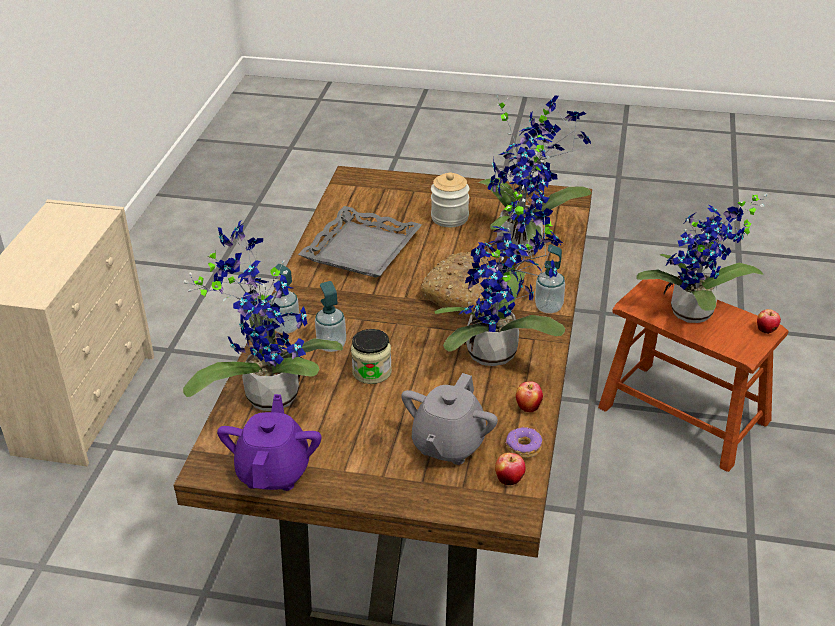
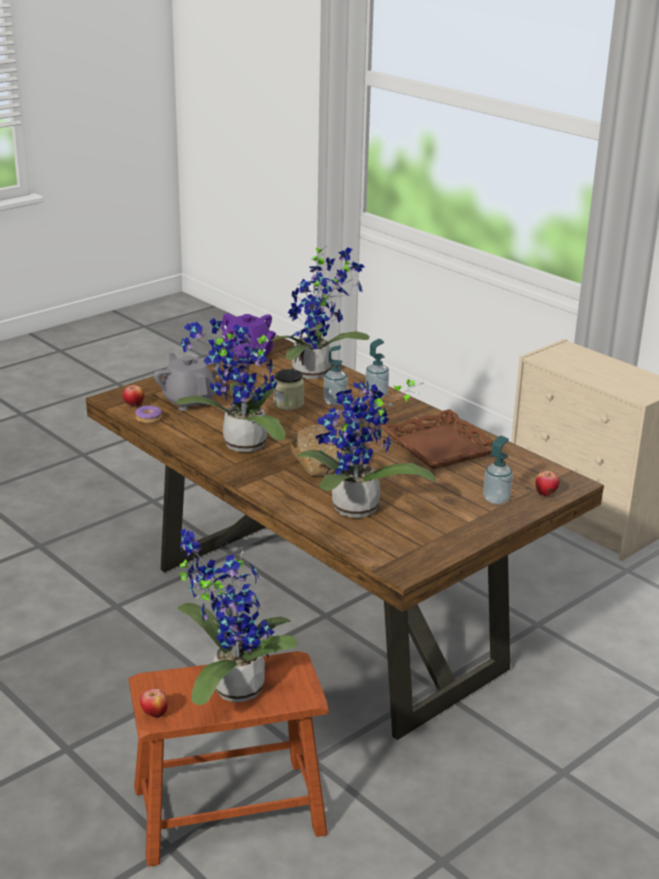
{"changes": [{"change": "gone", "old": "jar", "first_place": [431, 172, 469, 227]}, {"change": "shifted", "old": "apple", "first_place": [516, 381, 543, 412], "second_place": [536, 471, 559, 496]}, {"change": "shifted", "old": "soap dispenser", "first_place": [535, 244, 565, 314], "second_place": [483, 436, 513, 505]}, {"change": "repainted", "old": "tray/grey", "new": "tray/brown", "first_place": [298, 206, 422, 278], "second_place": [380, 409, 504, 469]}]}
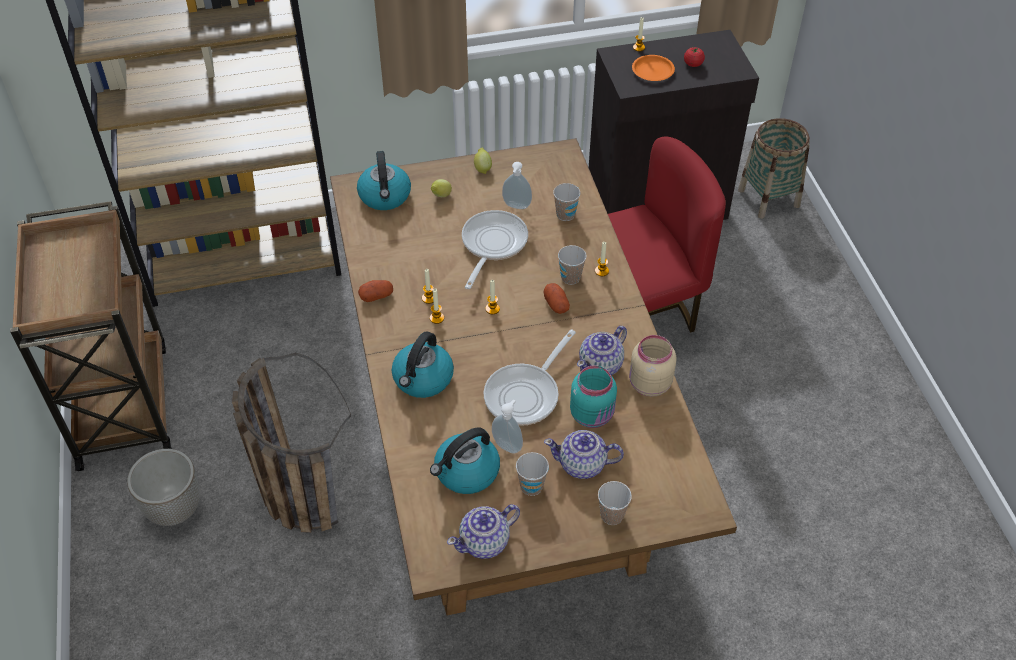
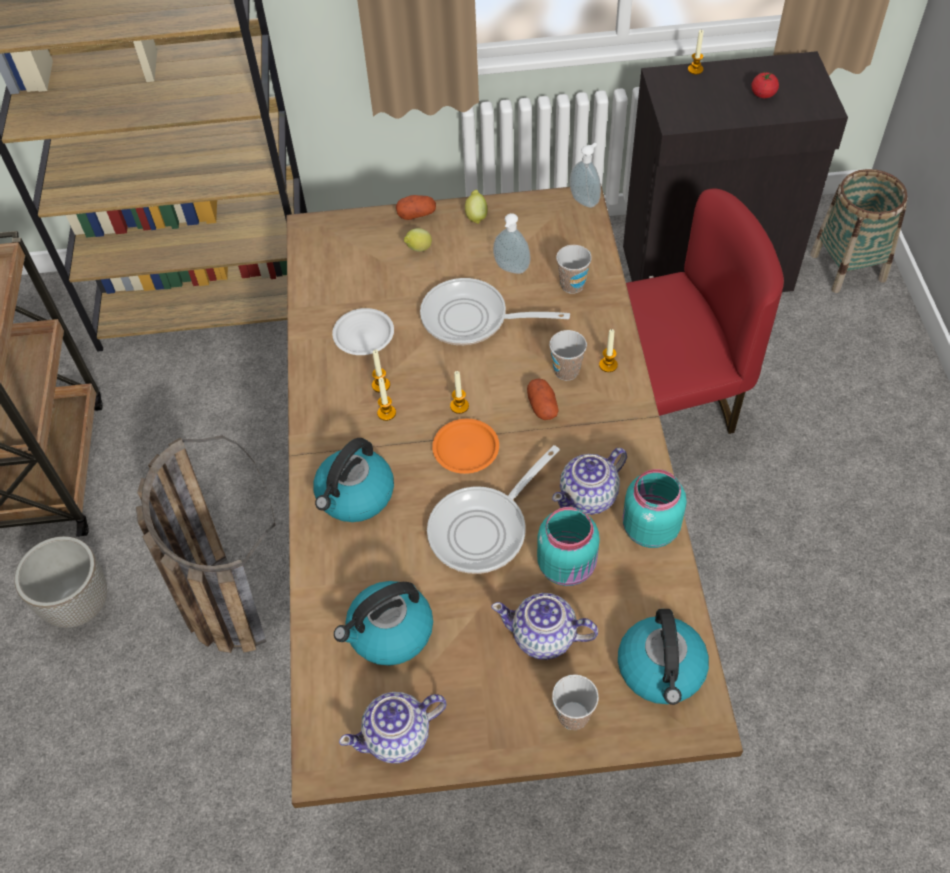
{"changes": [{"change": "gone", "old": "cup", "first_place": [516, 452, 549, 496]}, {"change": "new", "new": "plate/white", "second_place": [332, 308, 394, 355]}, {"change": "shifted", "old": "kettle", "first_place": [357, 151, 411, 210], "second_place": [618, 609, 709, 705]}, {"change": "shifted", "old": "potato", "first_place": [358, 280, 393, 302], "second_place": [396, 195, 436, 220]}, {"change": "shifted", "old": "soap dispenser", "first_place": [492, 399, 523, 454], "second_place": [570, 143, 601, 208]}, {"change": "shifted", "old": "plate/orange", "first_place": [632, 55, 675, 81], "second_place": [432, 419, 499, 474]}, {"change": "repainted", "old": "jar/beige", "new": "jar/turquoise", "first_place": [629, 335, 677, 397], "second_place": [623, 469, 687, 548]}, {"change": "rotated", "old": "frying pan", "first_place": [462, 210, 528, 289], "second_place": [420, 278, 570, 345], "degrees": -105}]}
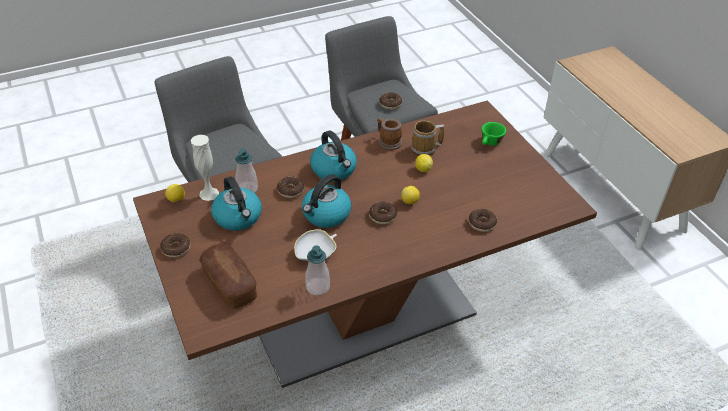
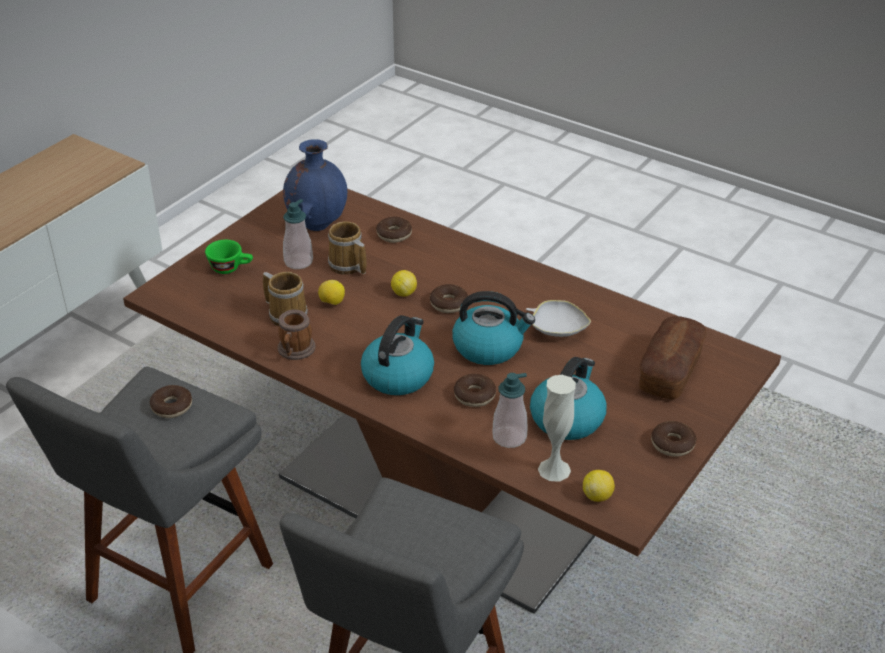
{"changes": [{"change": "new", "new": "vase/blue", "second_place": [283, 139, 347, 231]}, {"change": "new", "new": "mug", "second_place": [328, 221, 367, 275]}, {"change": "shifted", "old": "soap dispenser", "first_place": [305, 245, 330, 295], "second_place": [283, 199, 313, 269]}]}
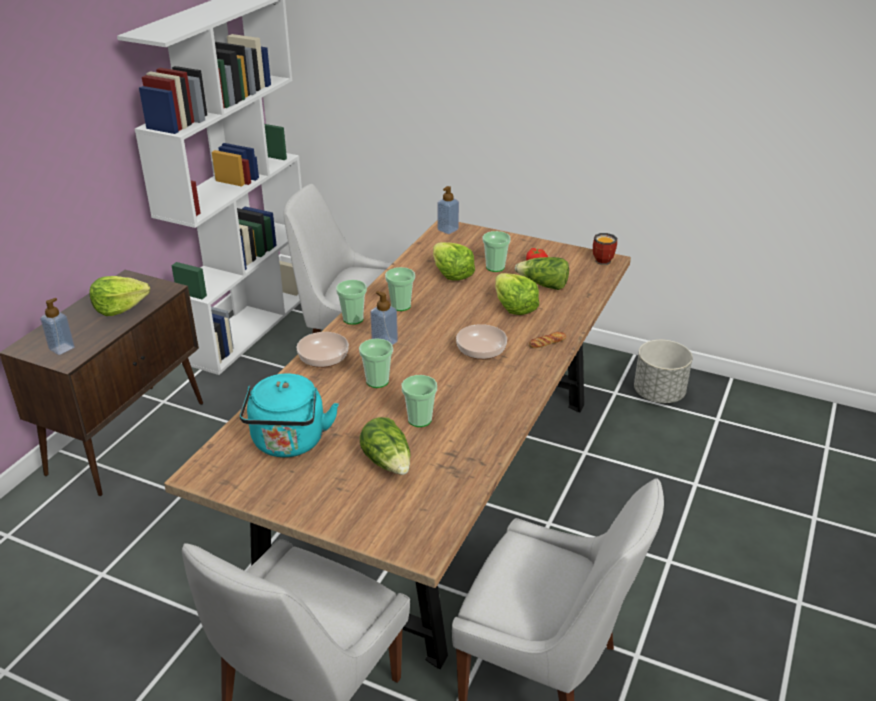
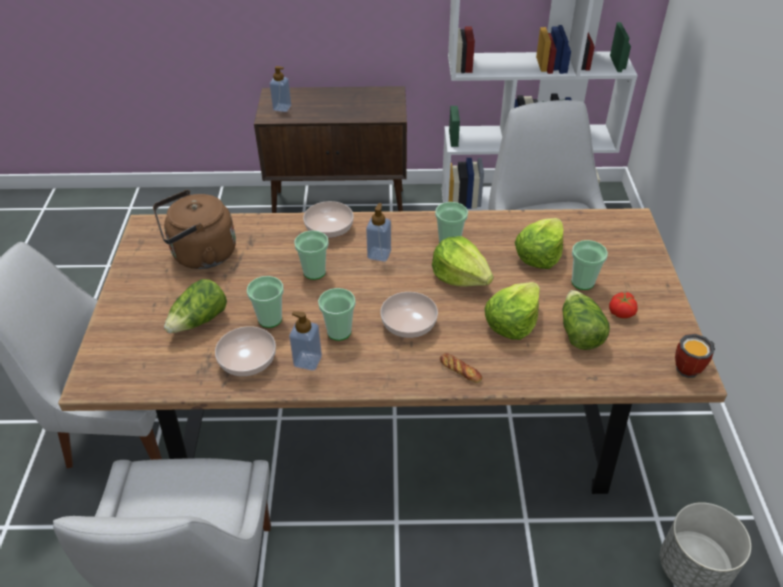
{"changes": [{"change": "new", "new": "bowl", "second_place": [215, 326, 276, 376]}, {"change": "shifted", "old": "lettuce", "first_place": [89, 276, 150, 316], "second_place": [432, 236, 494, 287]}, {"change": "shifted", "old": "cup", "first_place": [336, 280, 367, 325], "second_place": [318, 288, 356, 341]}, {"change": "shifted", "old": "soap dispenser", "first_place": [437, 186, 459, 234], "second_place": [289, 311, 322, 371]}, {"change": "repainted", "old": "kettle/turquoise", "new": "kettle/brown", "first_place": [240, 373, 339, 457], "second_place": [153, 190, 236, 269]}]}
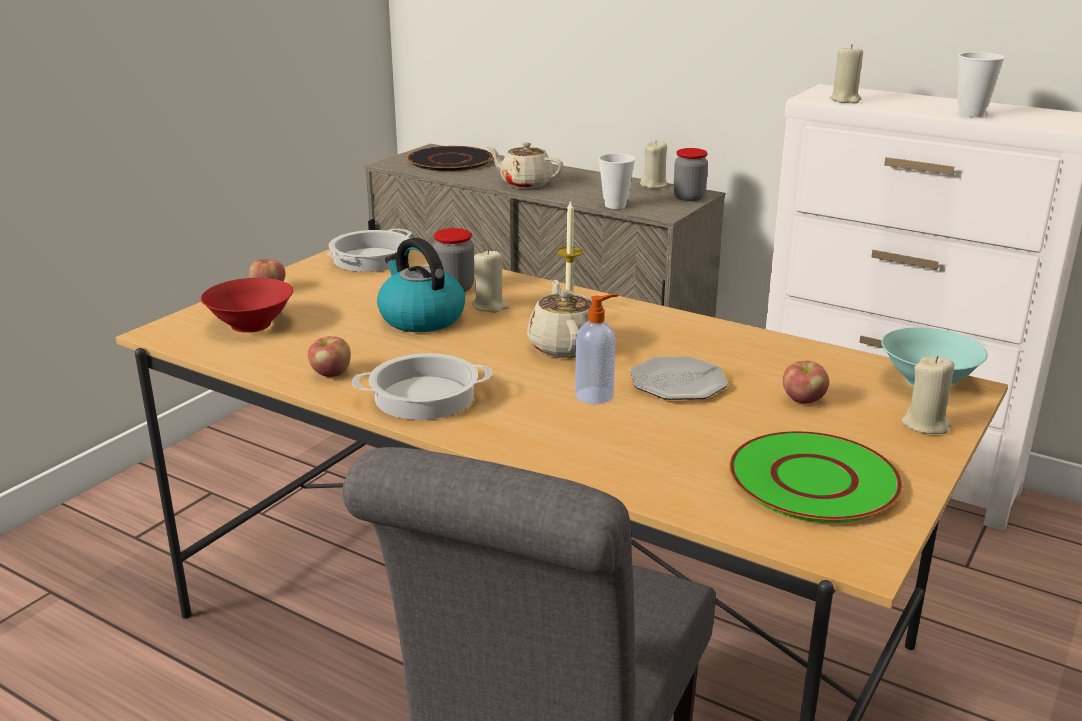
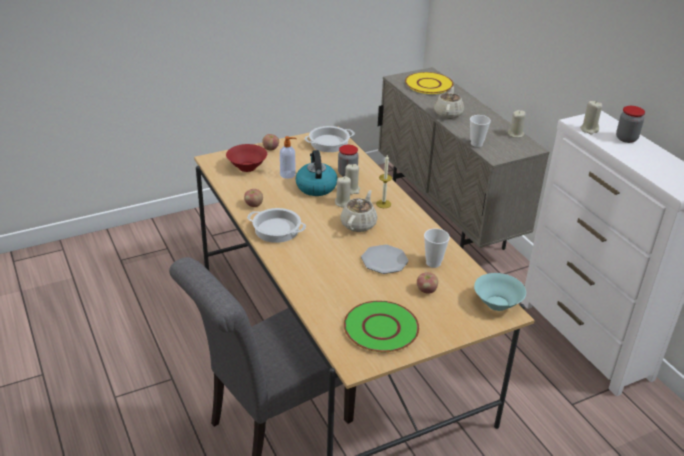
{"changes": [{"change": "shifted", "old": "soap dispenser", "first_place": [575, 294, 618, 404], "second_place": [280, 136, 297, 179]}, {"change": "shifted", "old": "jar", "first_place": [673, 148, 708, 201], "second_place": [616, 106, 645, 143]}, {"change": "shifted", "old": "candle/beige", "first_place": [902, 356, 954, 434], "second_place": [335, 176, 351, 208]}, {"change": "shifted", "old": "cup", "first_place": [958, 52, 1005, 117], "second_place": [424, 228, 450, 268]}, {"change": "repainted", "old": "plate/black", "new": "plate/yellow", "first_place": [407, 146, 493, 171], "second_place": [405, 72, 453, 94]}, {"change": "rotated", "old": "teapot/beige", "first_place": [487, 142, 563, 189], "second_place": [434, 87, 464, 119], "degrees": 45}]}
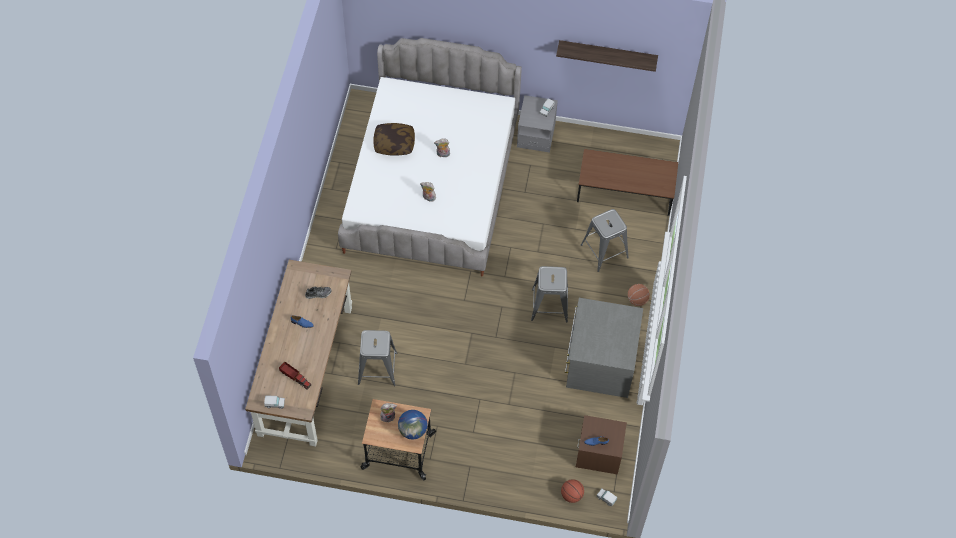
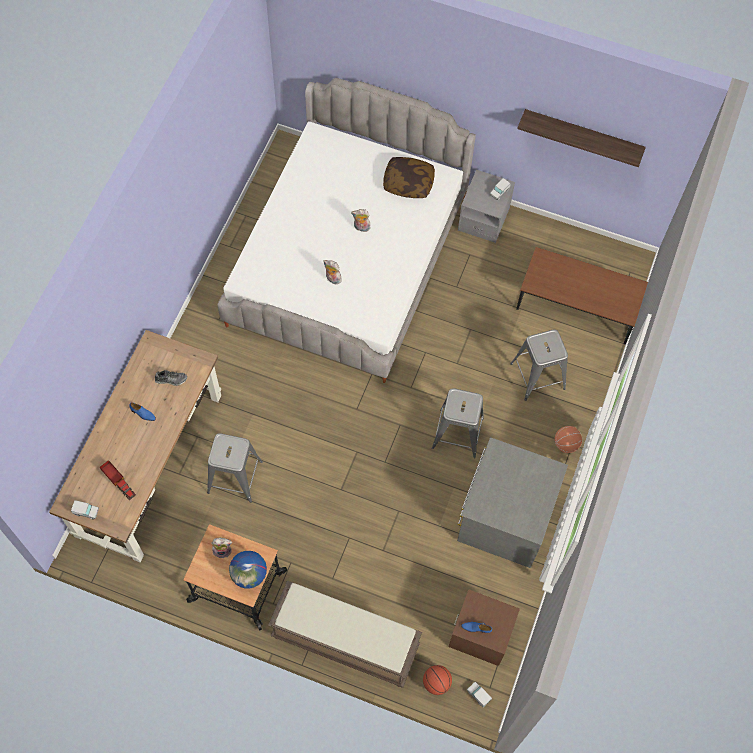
{"changes": [{"change": "new", "new": "bench/brown", "second_place": [268, 580, 422, 688]}, {"change": "shifted", "old": "pillow", "first_place": [373, 123, 415, 156], "second_place": [383, 157, 435, 198]}]}
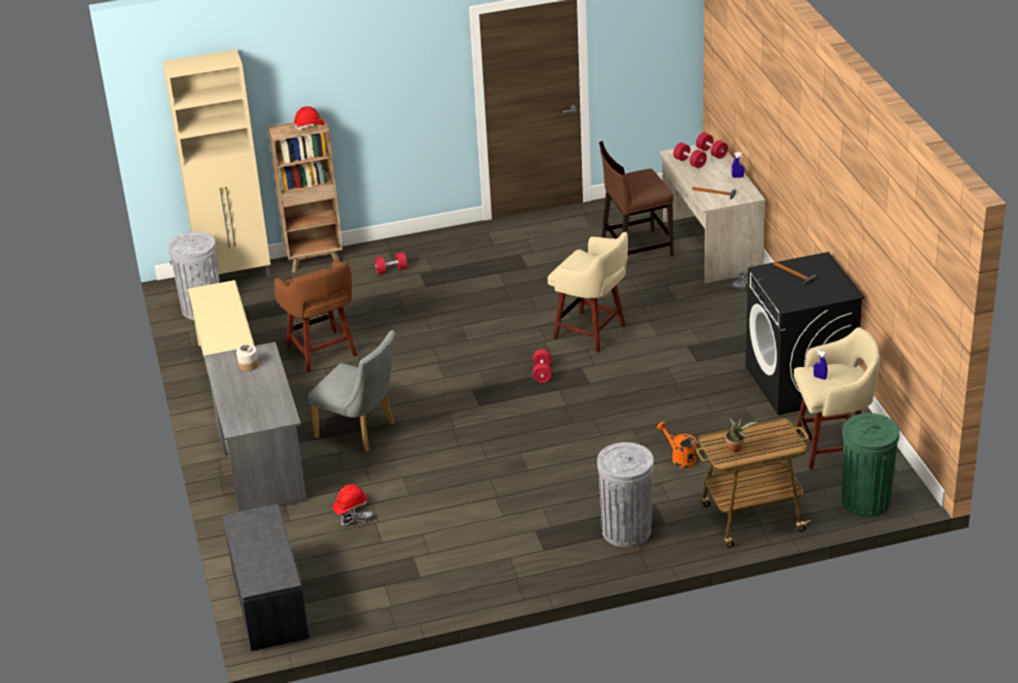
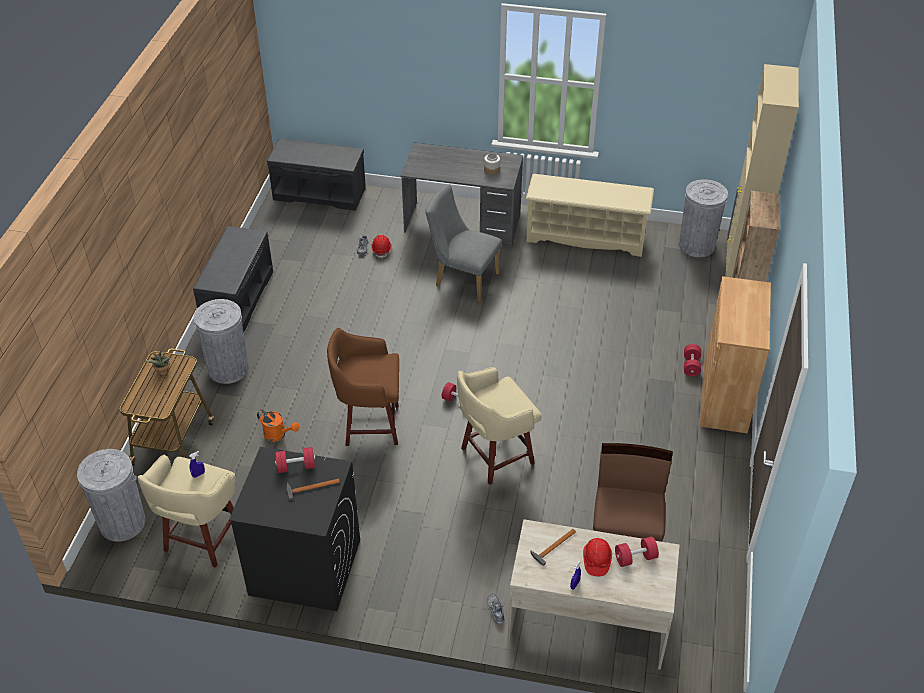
{"changes": [{"change": "new", "new": "bench/grey", "second_place": [193, 226, 273, 333]}, {"change": "new", "new": "cabinet/brown", "second_place": [700, 276, 771, 433]}, {"change": "shifted", "old": "stool/brown", "first_place": [274, 259, 357, 373], "second_place": [327, 328, 399, 446]}, {"change": "shifted", "old": "hard hat/red", "first_place": [294, 106, 325, 130], "second_place": [583, 538, 612, 576]}, {"change": "shifted", "old": "dumbbell/red", "first_place": [696, 132, 728, 159], "second_place": [275, 447, 315, 473]}, {"change": "repainted", "old": "trash can/green", "new": "trash can/grey", "first_place": [841, 413, 900, 517], "second_place": [77, 449, 146, 542]}, {"change": "rotated", "old": "chair/grey", "first_place": [308, 330, 396, 452], "second_place": [426, 184, 502, 301], "degrees": 60}, {"change": "rotated", "old": "watering can/orange", "first_place": [657, 422, 700, 468], "second_place": [257, 410, 299, 442], "degrees": 45}]}
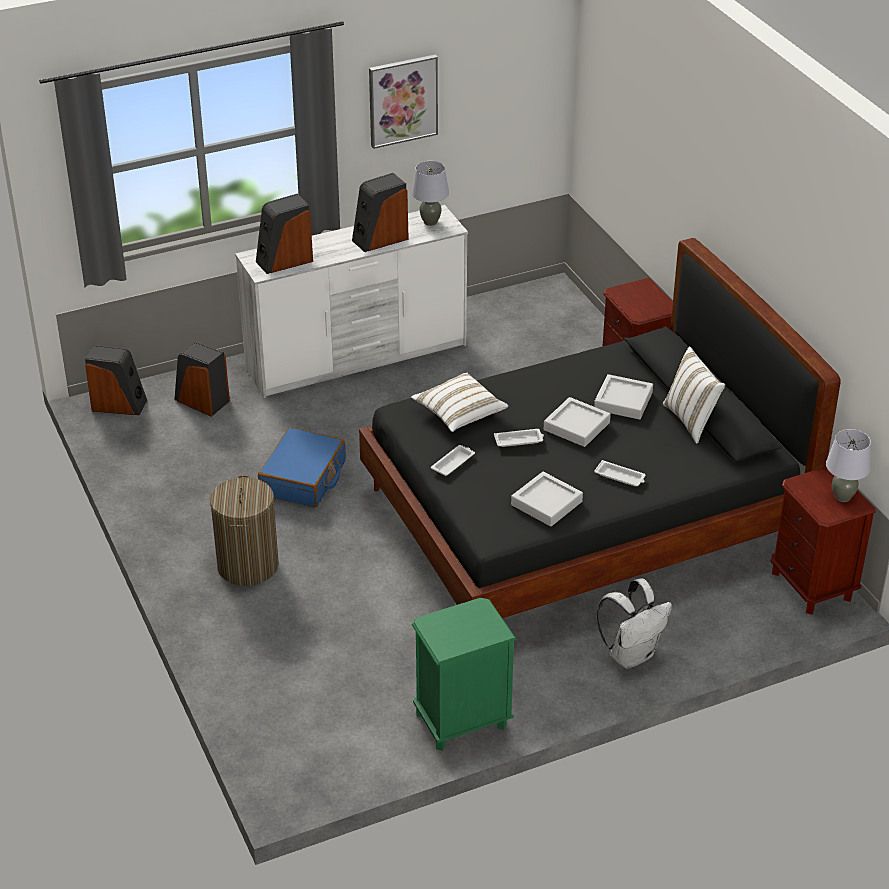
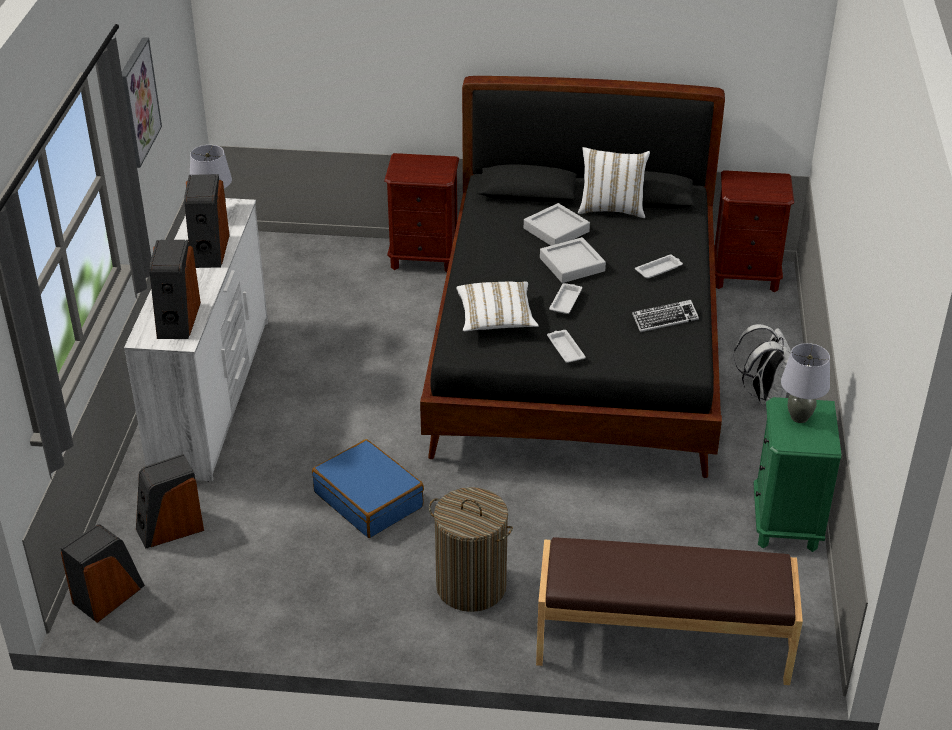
{"changes": [{"change": "new", "new": "bench/brown", "second_place": [536, 537, 803, 685]}, {"change": "shifted", "old": "table lamp/grey", "first_place": [826, 429, 871, 502], "second_place": [781, 343, 830, 423]}, {"change": "swapped", "old": "tray/grey", "new": "keyboard", "first_place": [511, 472, 583, 527], "second_place": [632, 300, 699, 332]}]}
